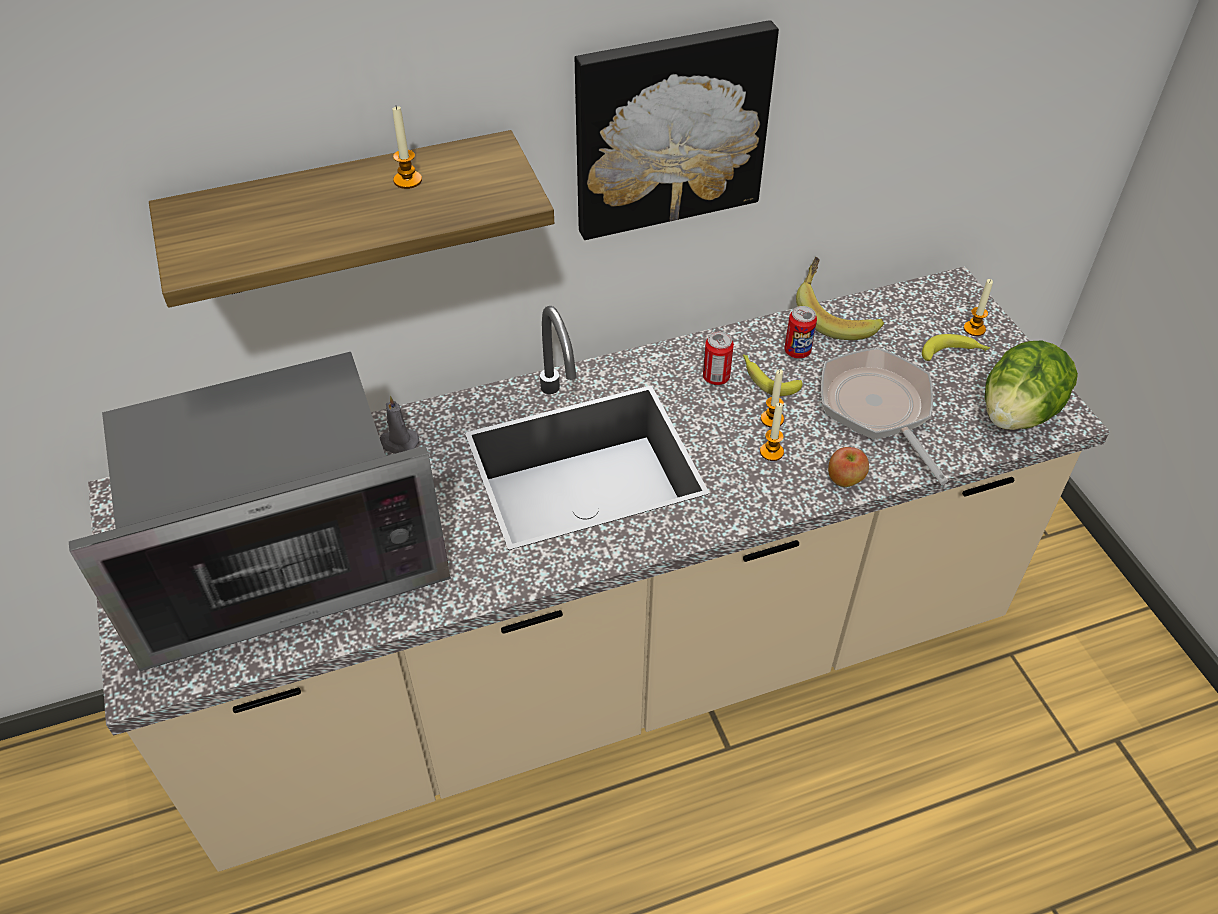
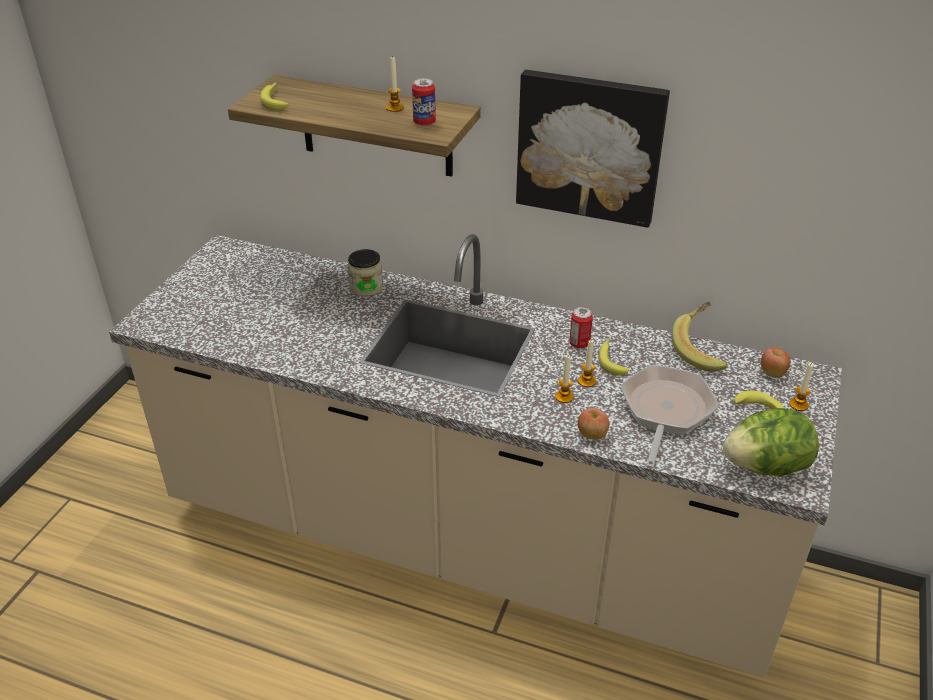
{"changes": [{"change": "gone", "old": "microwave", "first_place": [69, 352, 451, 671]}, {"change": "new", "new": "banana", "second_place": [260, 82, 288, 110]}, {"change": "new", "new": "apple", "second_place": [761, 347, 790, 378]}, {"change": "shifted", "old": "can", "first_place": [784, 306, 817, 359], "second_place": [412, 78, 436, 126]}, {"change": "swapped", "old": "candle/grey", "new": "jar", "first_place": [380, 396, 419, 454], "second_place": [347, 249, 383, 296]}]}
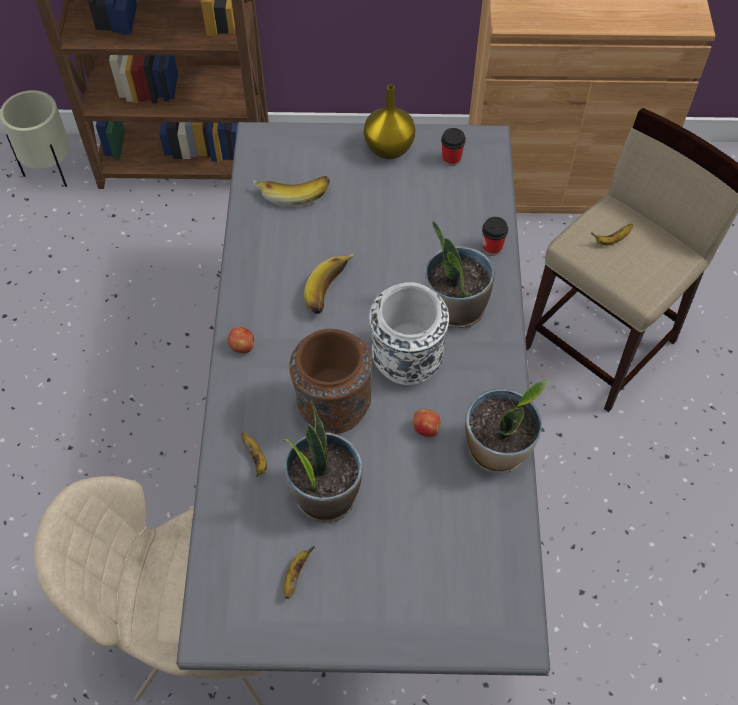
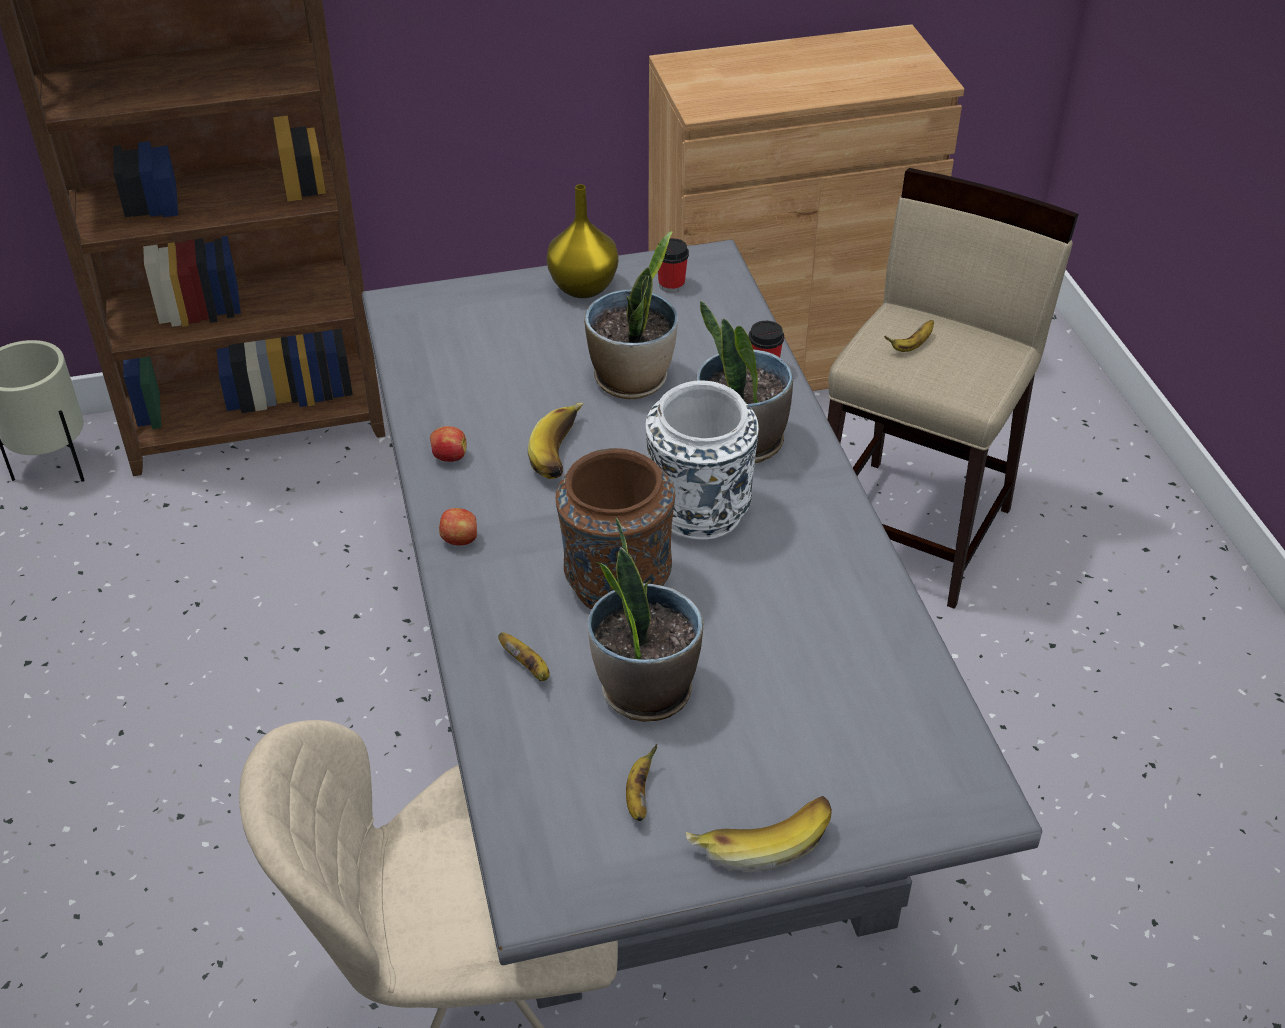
{"changes": [{"change": "shifted", "old": "banana", "first_place": [253, 176, 330, 206], "second_place": [686, 796, 832, 872]}, {"change": "shifted", "old": "apple", "first_place": [414, 409, 441, 437], "second_place": [430, 426, 467, 462]}, {"change": "shifted", "old": "potted plant", "first_place": [465, 380, 550, 473], "second_place": [584, 231, 678, 399]}]}
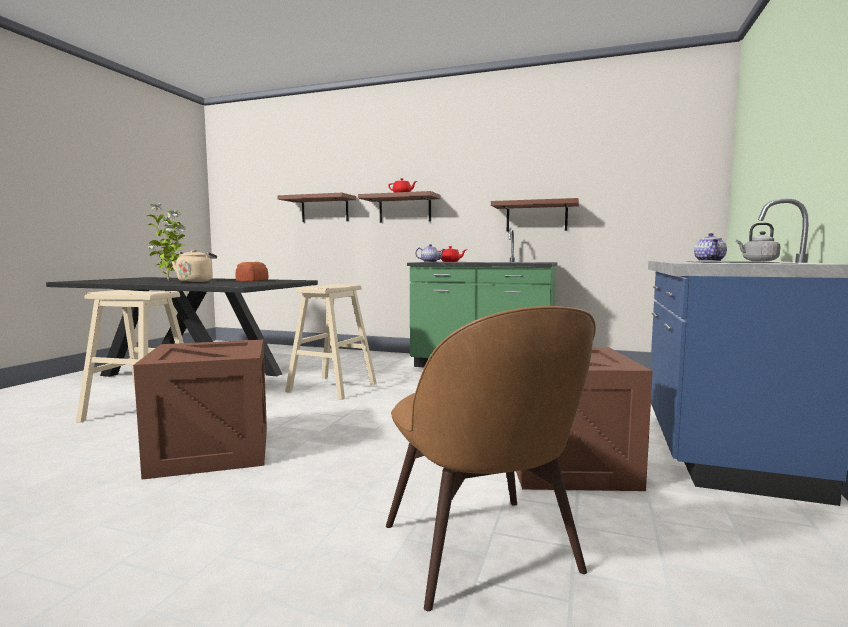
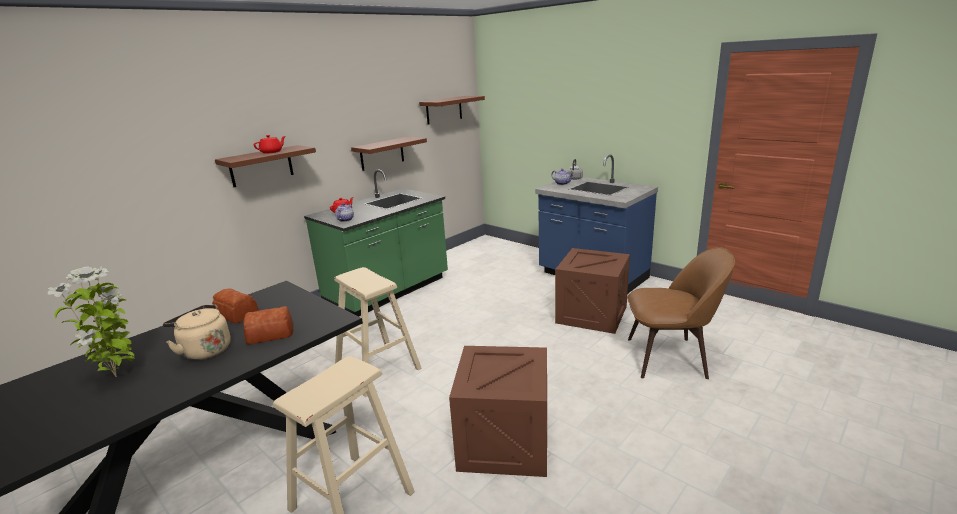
{"changes": [{"change": "new", "new": "bread", "second_place": [243, 306, 293, 344]}, {"change": "shifted", "old": "shelf/brown", "first_place": [278, 193, 356, 222], "second_place": [419, 96, 485, 125]}]}
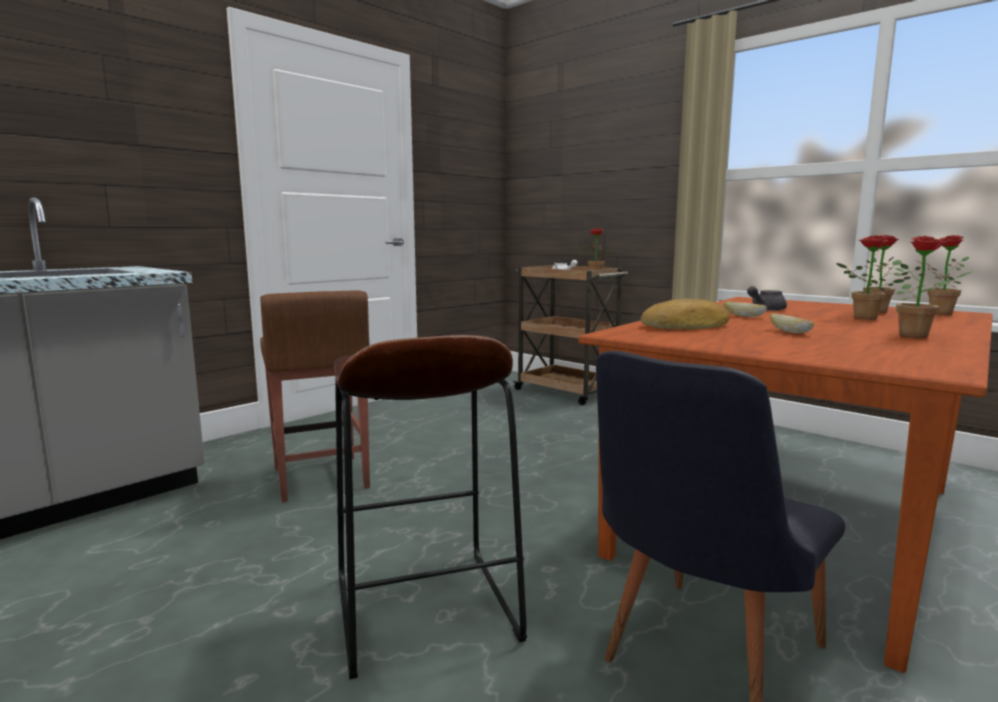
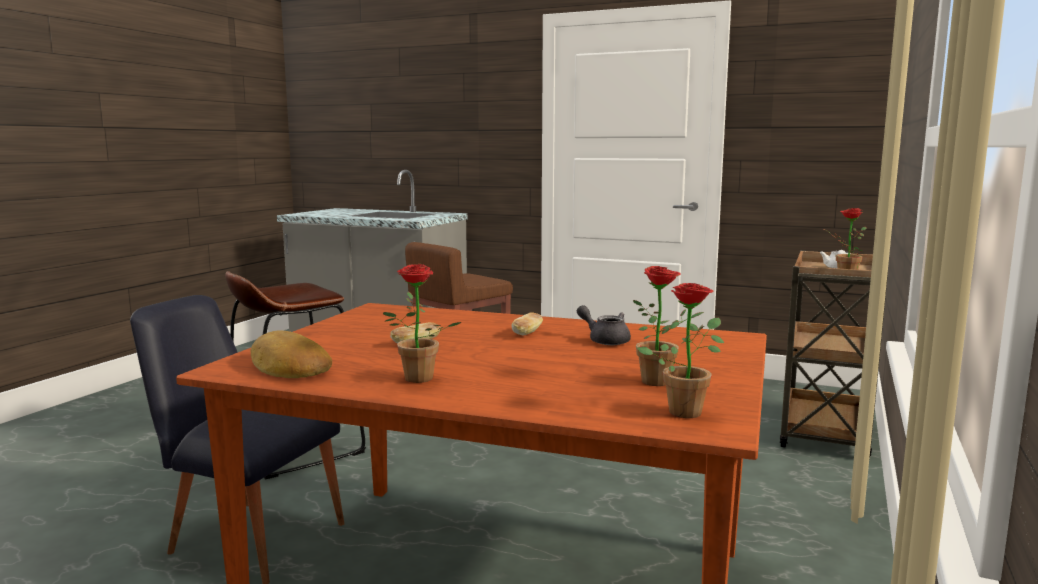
{"changes": [{"change": "gone", "old": "potted plant", "first_place": [837, 235, 905, 320]}, {"change": "shifted", "old": "bread", "first_place": [641, 299, 730, 330], "second_place": [251, 330, 332, 378]}]}
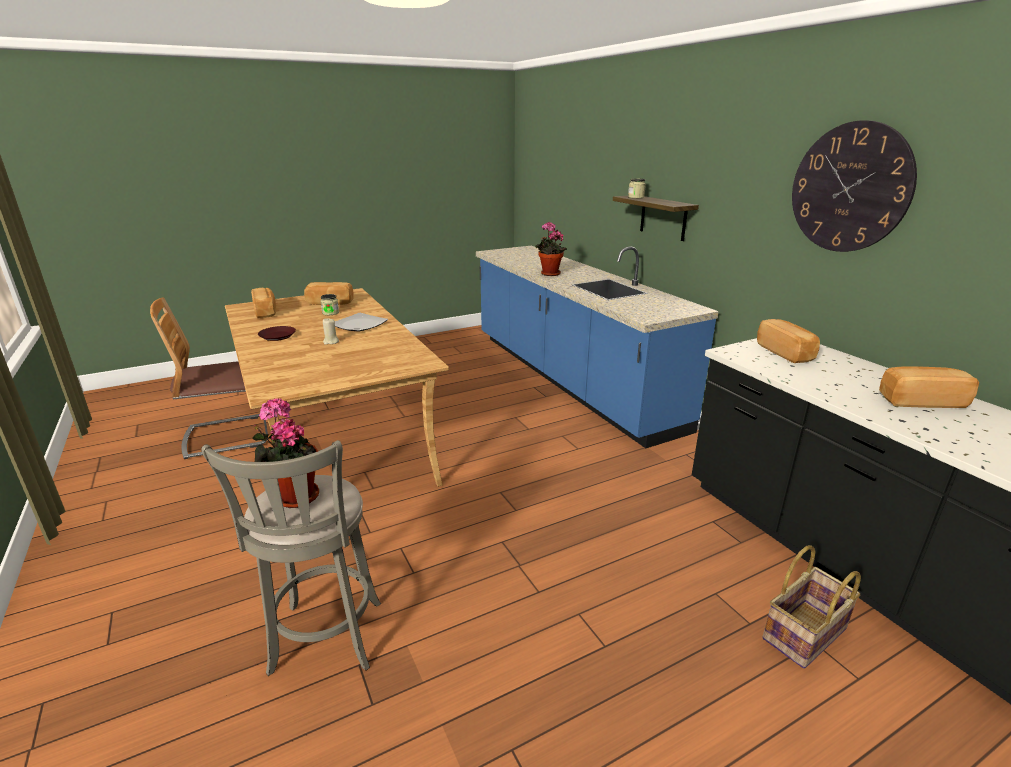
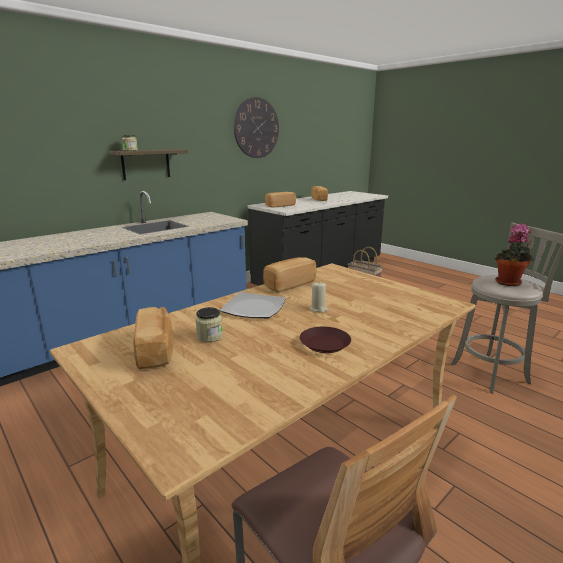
{"changes": [{"change": "gone", "old": "potted plant", "first_place": [535, 222, 567, 276]}, {"change": "shifted", "old": "bread", "first_place": [251, 288, 276, 318], "second_place": [263, 257, 317, 292]}]}
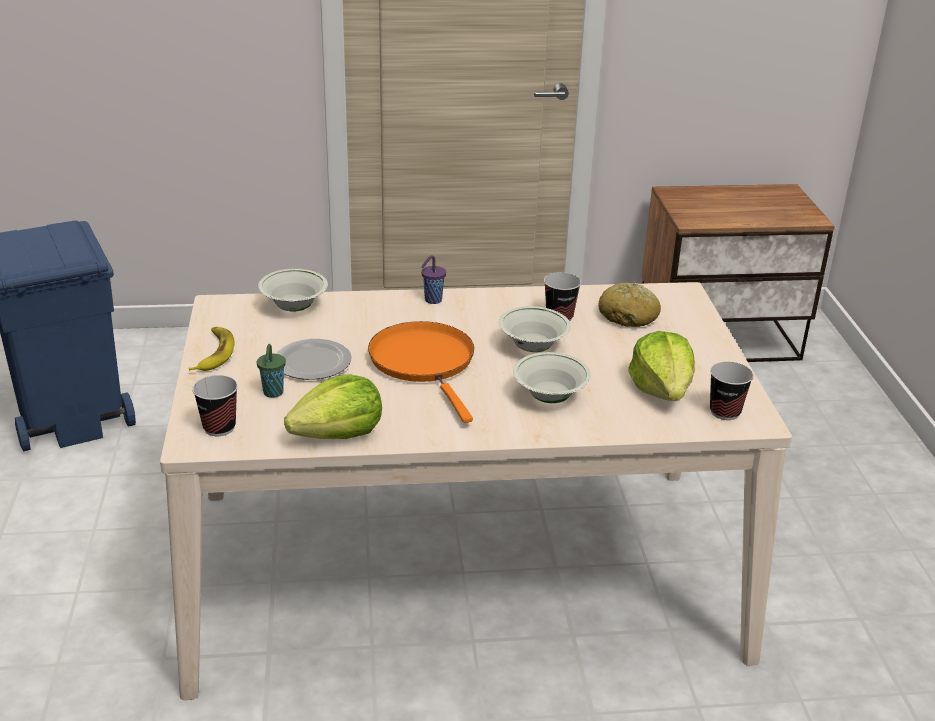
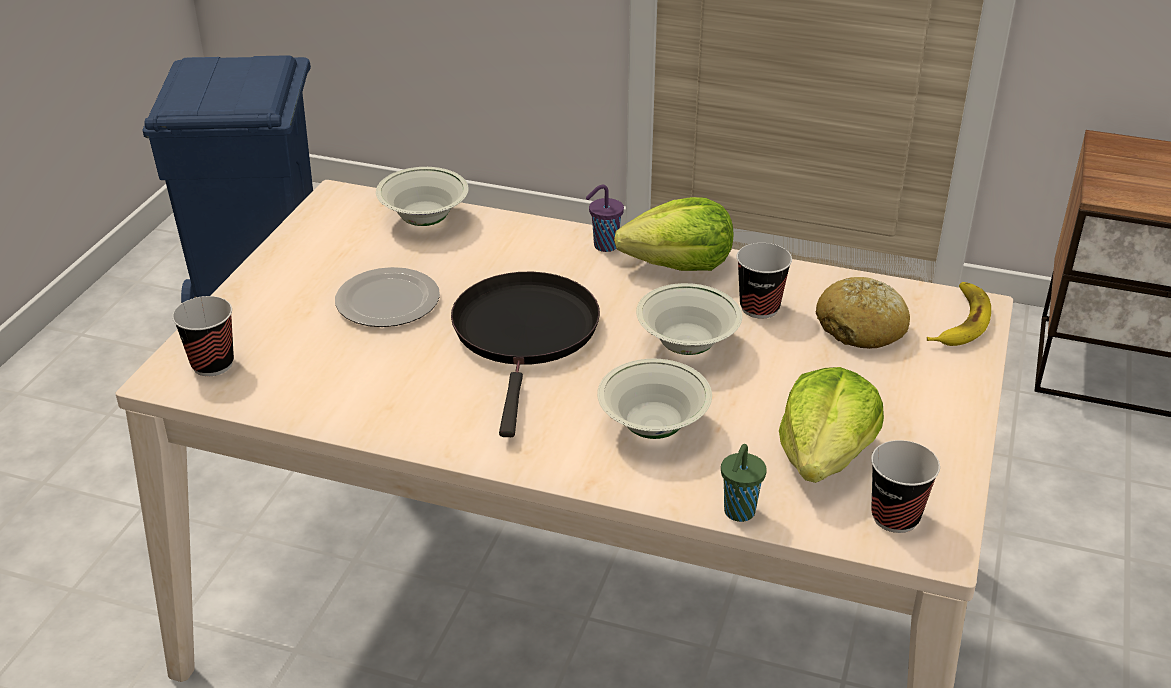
{"changes": [{"change": "shifted", "old": "banana", "first_place": [189, 327, 234, 371], "second_place": [927, 282, 991, 346]}, {"change": "shifted", "old": "cup/green", "first_place": [257, 344, 286, 398], "second_place": [721, 444, 767, 522]}, {"change": "shifted", "old": "lettuce", "first_place": [284, 374, 382, 439], "second_place": [614, 197, 733, 271]}, {"change": "repainted", "old": "frying pan/orange", "new": "frying pan/black", "first_place": [368, 321, 474, 423], "second_place": [451, 272, 600, 437]}]}
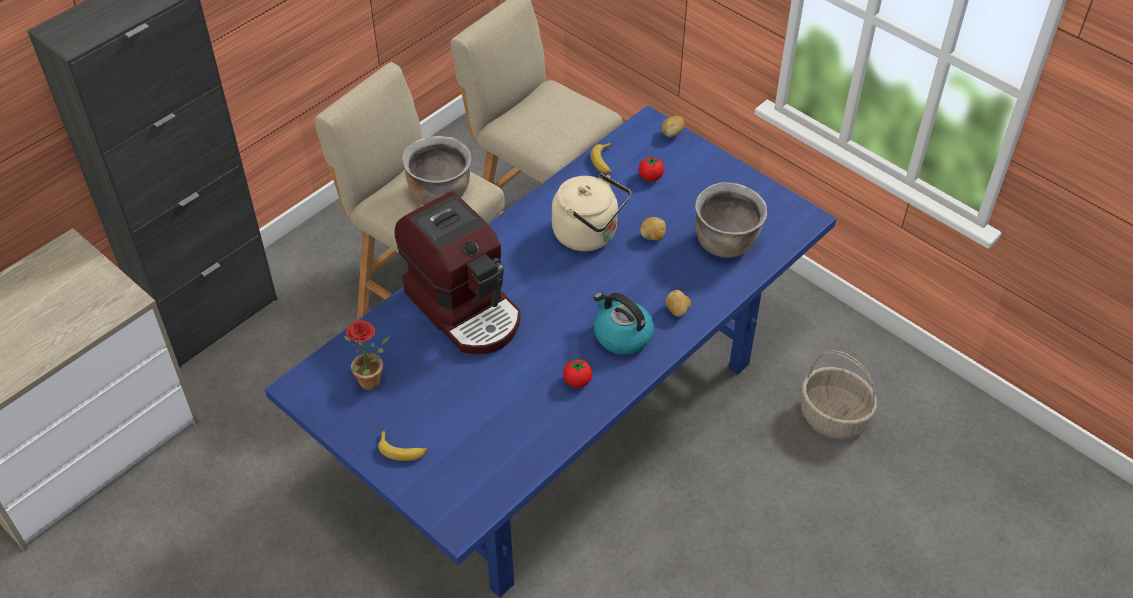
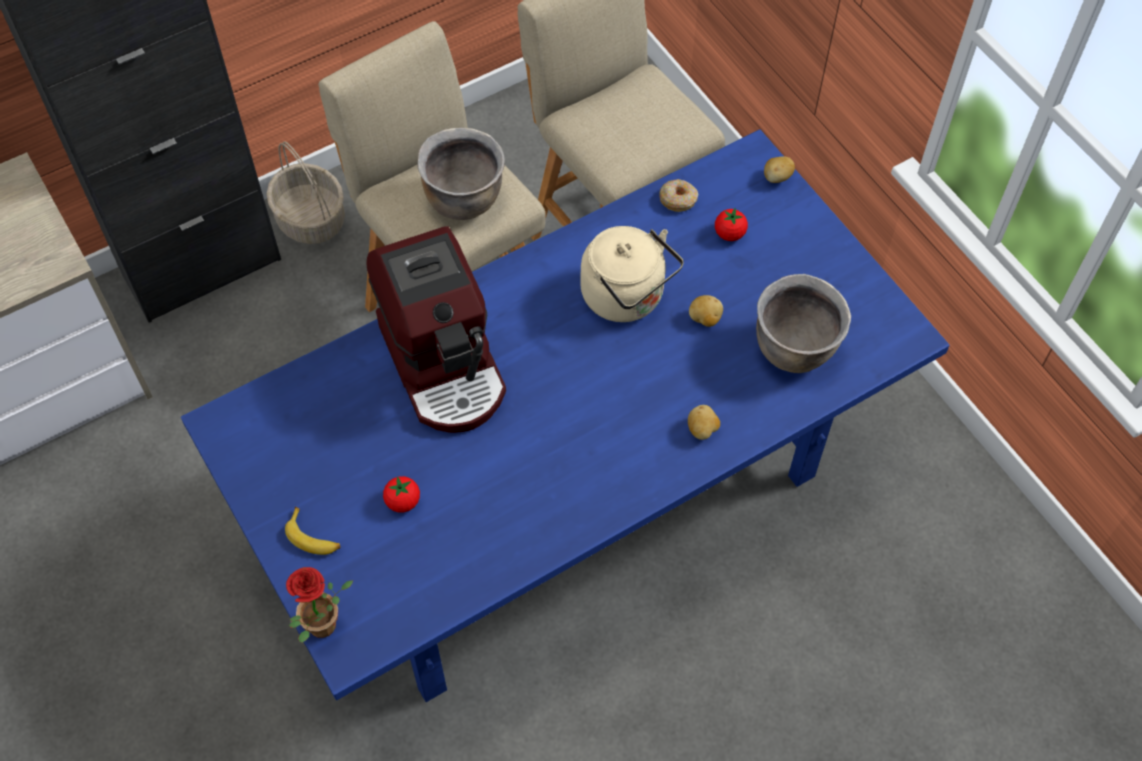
{"changes": [{"change": "gone", "old": "kettle", "first_place": [593, 292, 654, 355]}, {"change": "shifted", "old": "potted plant", "first_place": [344, 320, 390, 391], "second_place": [286, 567, 353, 643]}, {"change": "shifted", "old": "tomato", "first_place": [563, 359, 592, 388], "second_place": [383, 476, 420, 513]}, {"change": "shifted", "old": "basket", "first_place": [801, 350, 877, 438], "second_place": [266, 141, 345, 244]}, {"change": "swapped", "old": "banana", "new": "donut", "first_place": [591, 142, 612, 174], "second_place": [660, 179, 699, 212]}]}
